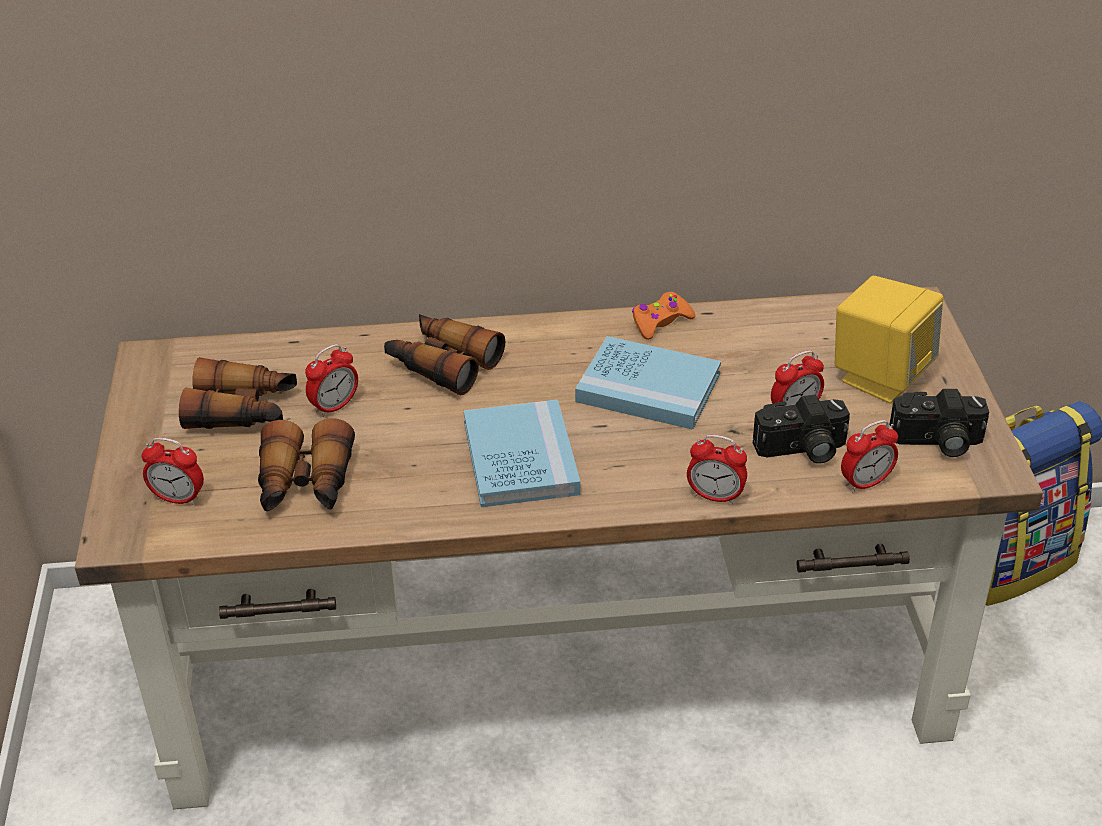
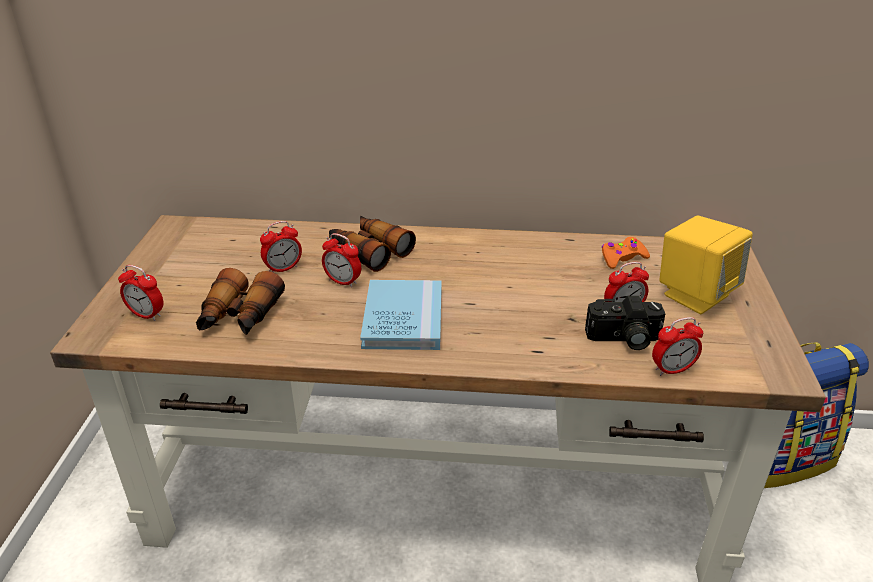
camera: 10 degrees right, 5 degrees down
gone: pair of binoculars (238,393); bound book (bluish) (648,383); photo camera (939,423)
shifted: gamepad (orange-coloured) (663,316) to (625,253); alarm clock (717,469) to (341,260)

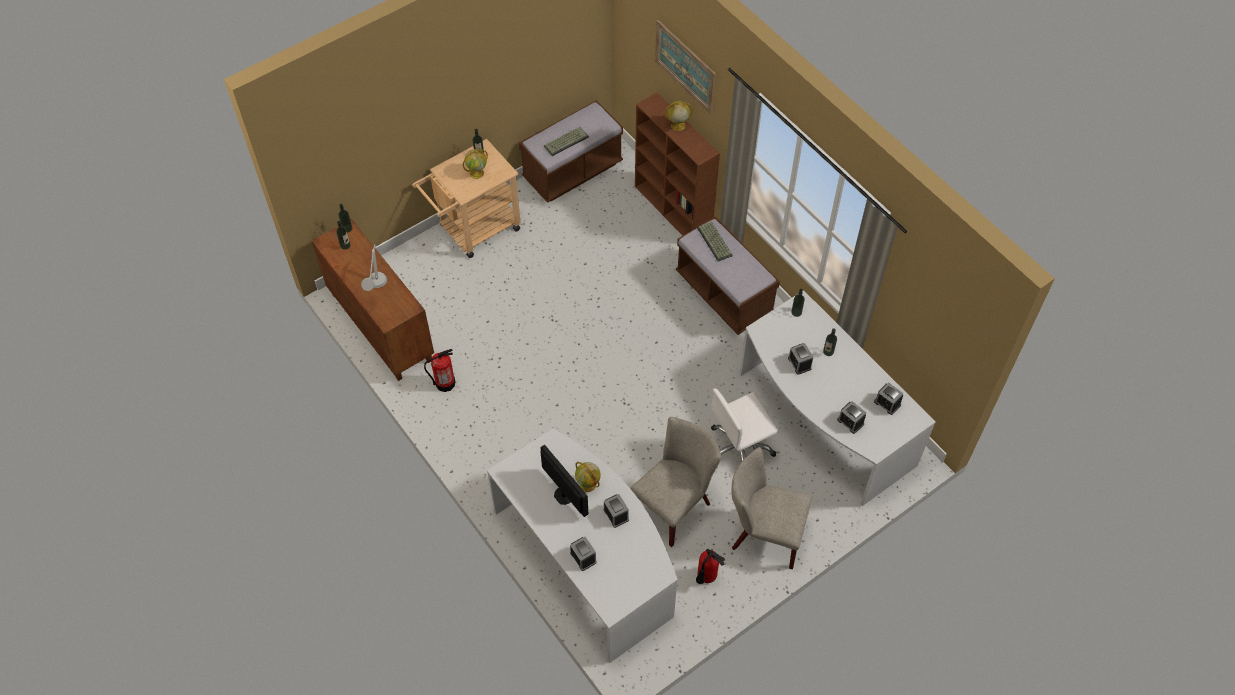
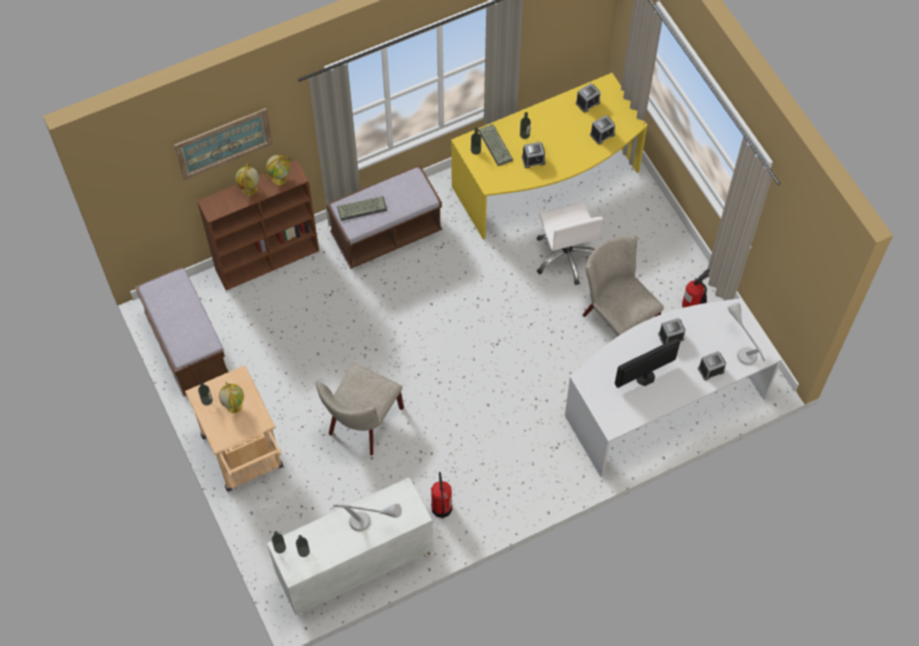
camera: 80 degrees left, 5 degrees up
new: tabletop lamp (gray) (746,334)
shifted: computer keyboard (566,141) to (495,145); globe (588,477) to (278,170); plain chair (beige-coloured) (772,508) to (360,409)
repainted: storage cabinet (brown-coloured) (373,300) to storage cabinet (whitish) (350,547); desk (whitish) (837,398) to desk (yellow-coloured) (549,156)

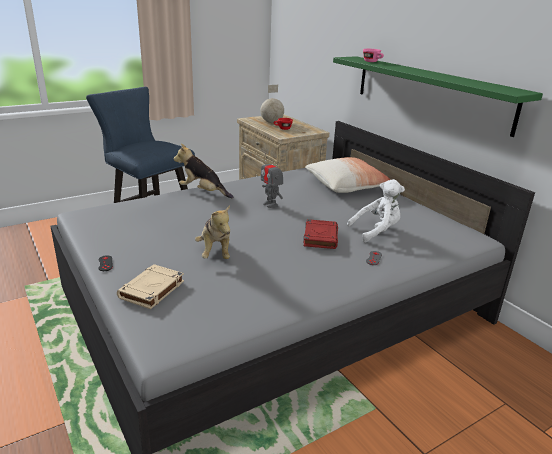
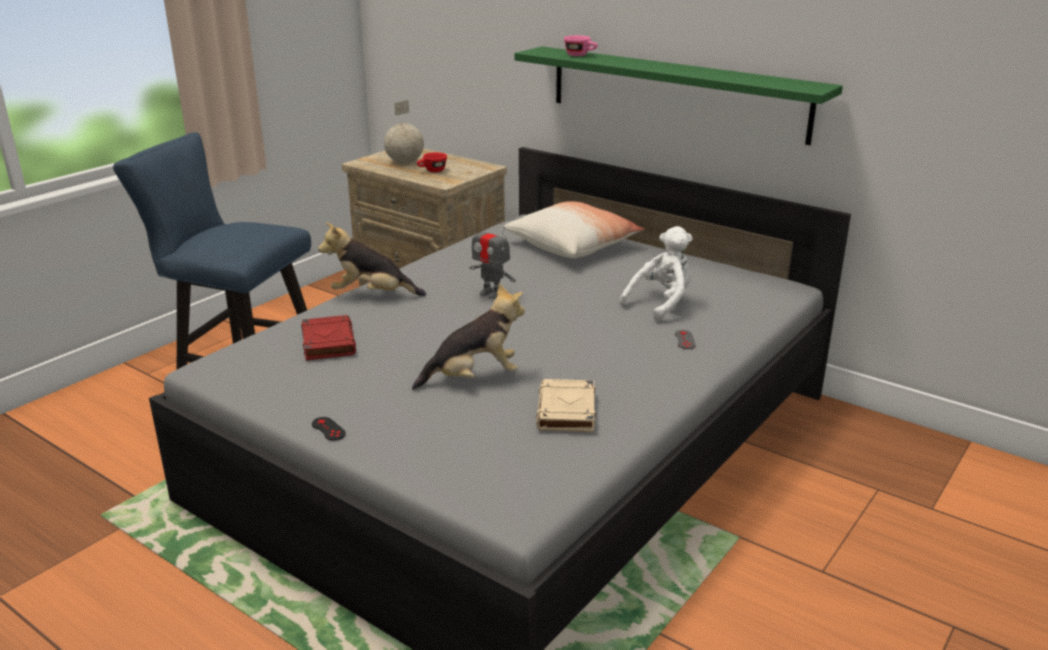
camera: 20 degrees left, 0 degrees up
shifted: bound book (beige-coloured) (150,286) to (565,405); bound book (reddish) (321,234) to (328,337)
rotated: cuddly toy (212,232) = (468,336) 75 degrees counterclockwise

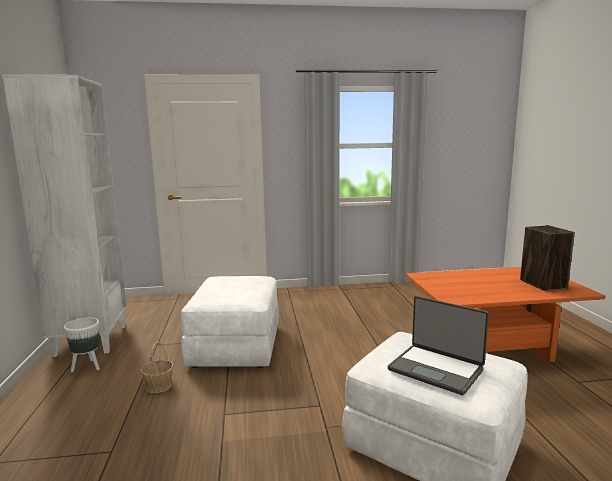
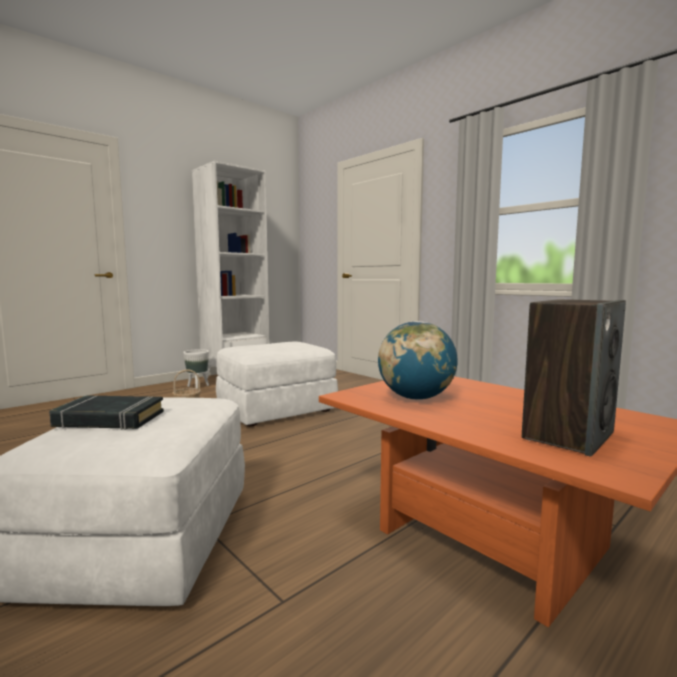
camera: 55 degrees right, 5 degrees down
new: globe (418,360)
swapped: laptop (438,345) to bound book (blackish) (106,412)

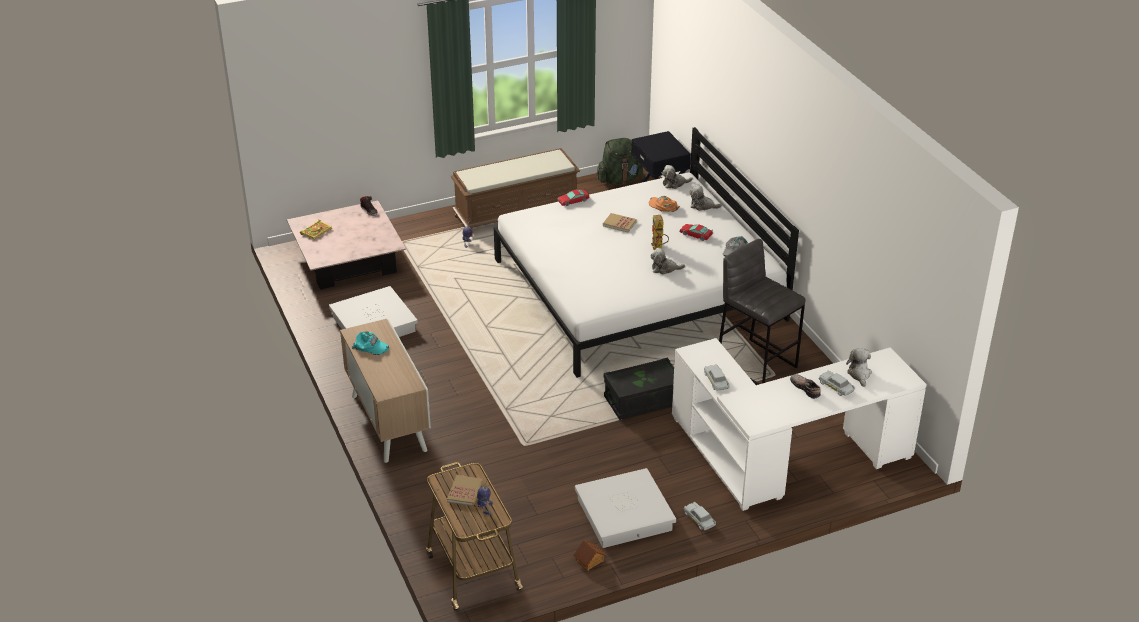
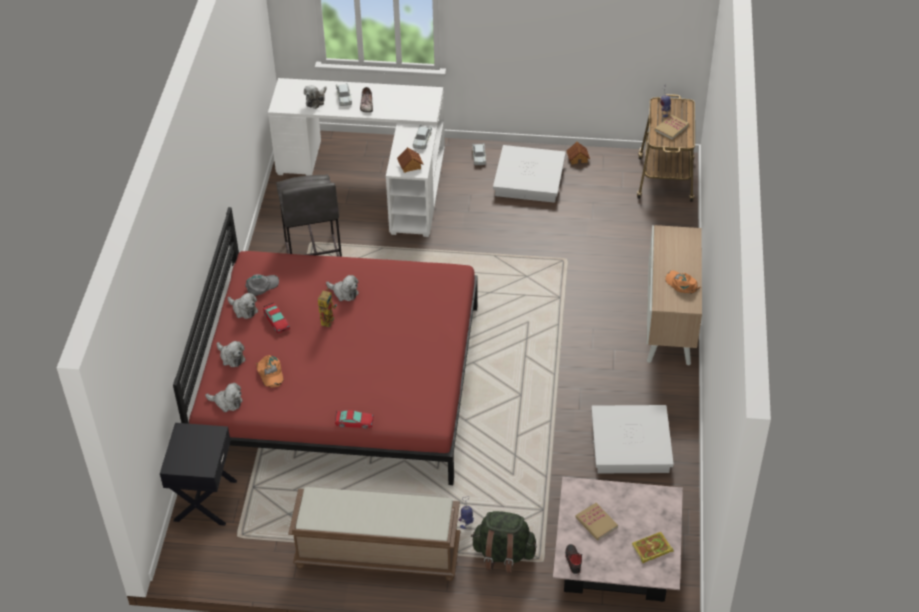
camera: 150 degrees left, 10 degrees up
gone: storage bin (blackish) (639,389)
new: cuddly toy (243,306); miniature house (410,160)
shifted: rucksack (green-coloured) (620,161) to (504,542); bound book (620,222) to (596,521)
repainted: cap (turquoise-coloured) (370,343) to cap (orange-coloured) (682,282); bed (whitish) (646,252) to bed (reddish) (325,346)

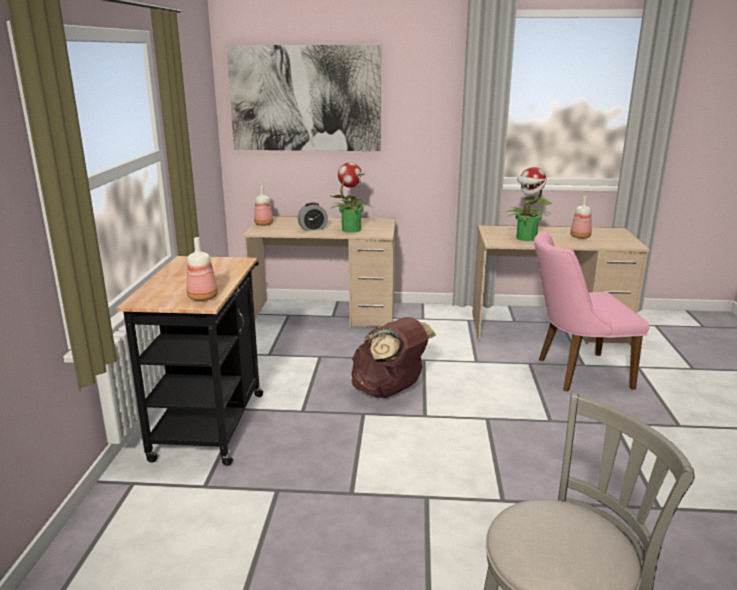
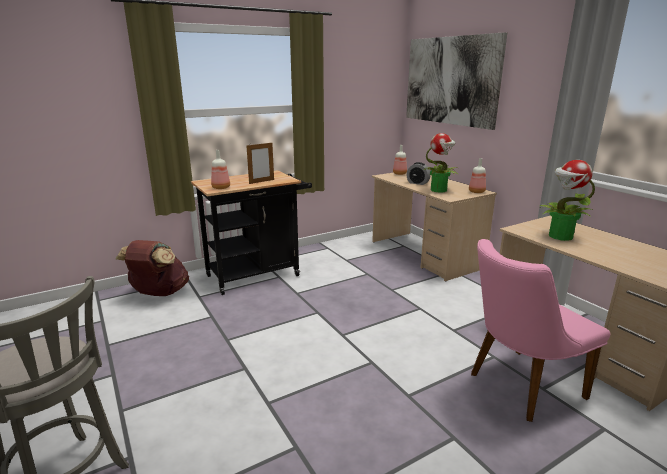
camera: 55 degrees right, 0 degrees up
new: picture frame (260,163)
shifted: rucksack (brown-coloured) (394,357) to (152,268); bottle (581,217) to (477,175)
rotated: plain chair (pink-coloured) (592,312) = (541,330) 75 degrees counterclockwise

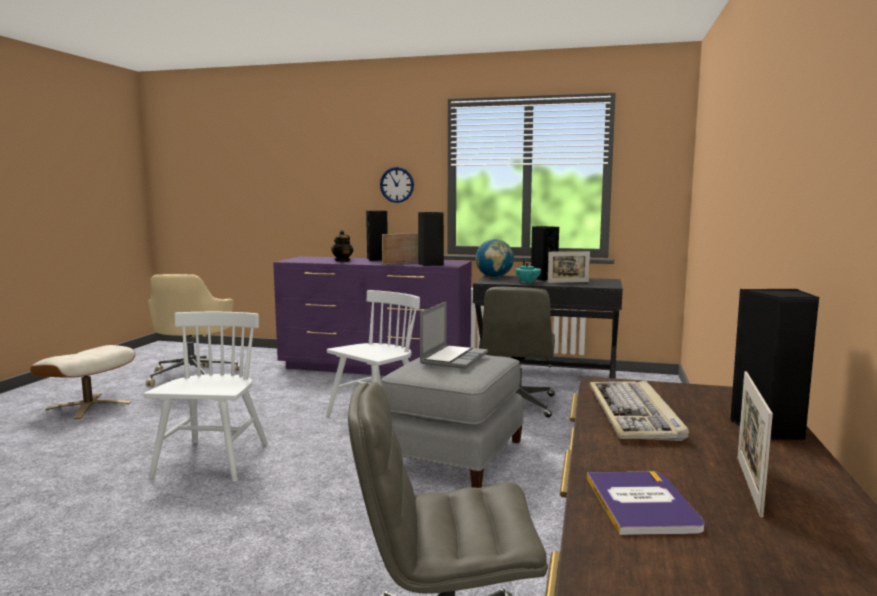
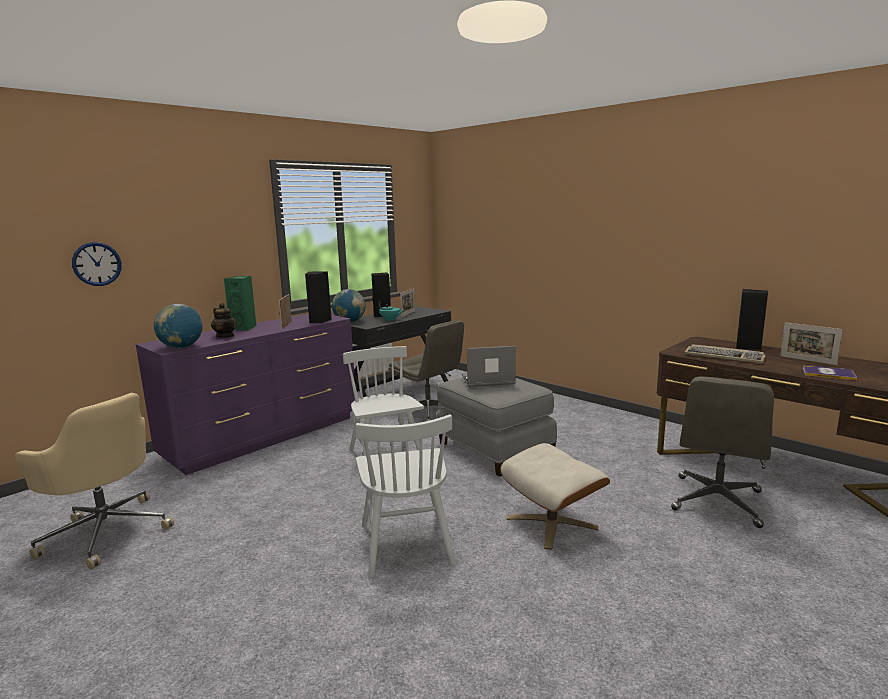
camera: 60 degrees left, 5 degrees up
new: globe (178,326)
shifted: pouffe (beige-coloured) (82,382) to (555,496); clock on the wall (397,185) to (97,264)
repainted: audio speaker (blackish) (377,236) to audio speaker (green-coloured) (240,303)
rotated: plain chair (whitish) (206,397) = (406,496) 135 degrees counterclockwise; laptop (454,335) = (489,366) 60 degrees counterclockwise

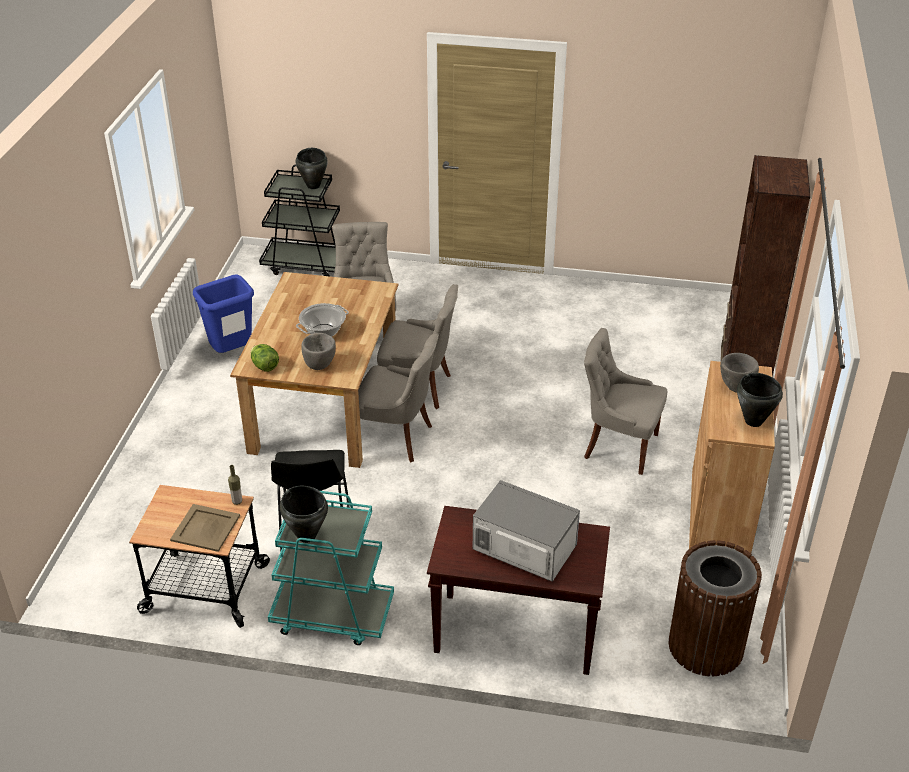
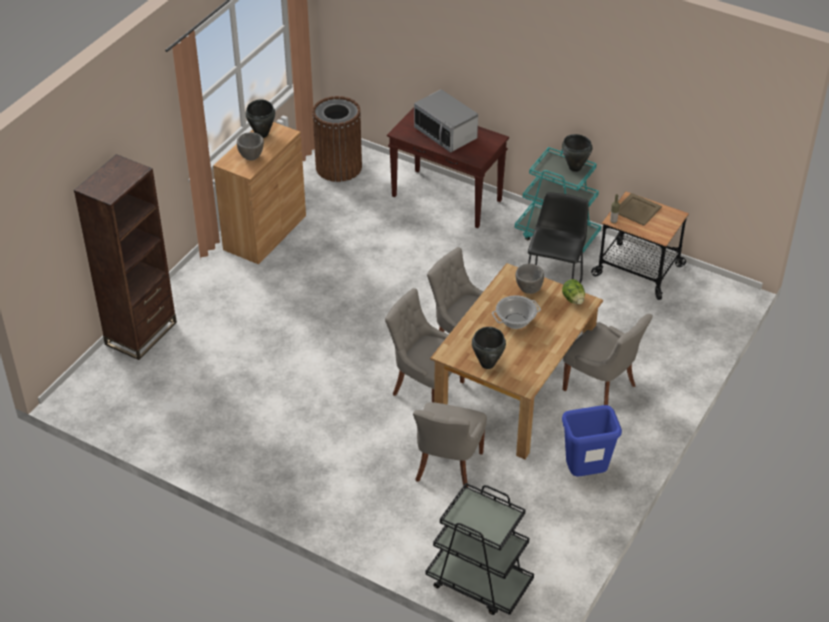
camera: 160 degrees left, 5 degrees up
shifted: stockpot (blackish) (311,168) to (489,348); plain chair (gray) (625,401) to (608,359)

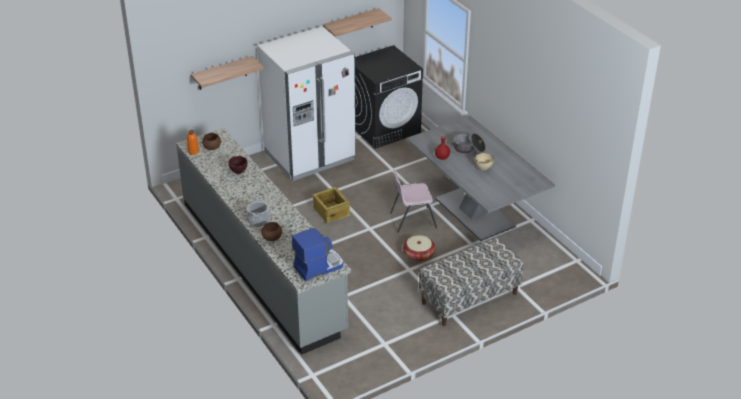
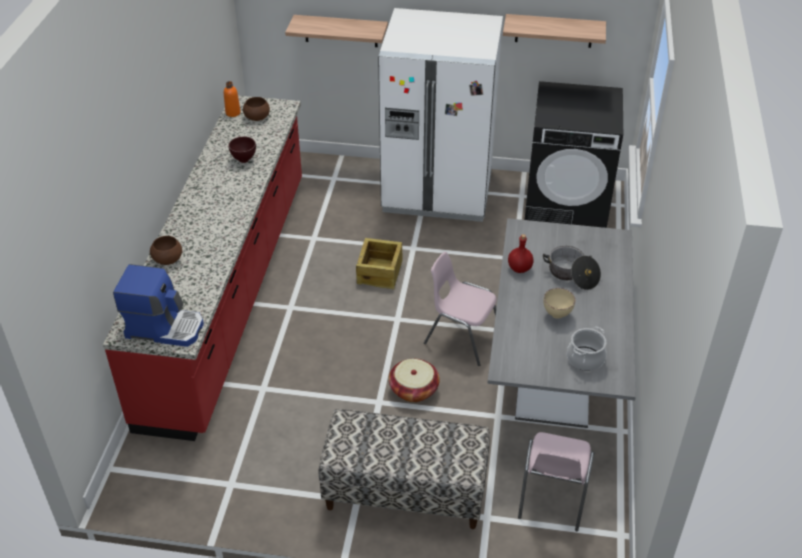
camera: 40 degrees right, 5 degrees up
new: plain chair (pink-coloured) (556,481)
shifted: stockpot (258,212) to (586,349)
repainted: kitchen base unit (gray) (263,241) to kitchen base unit (reddish) (202,268)

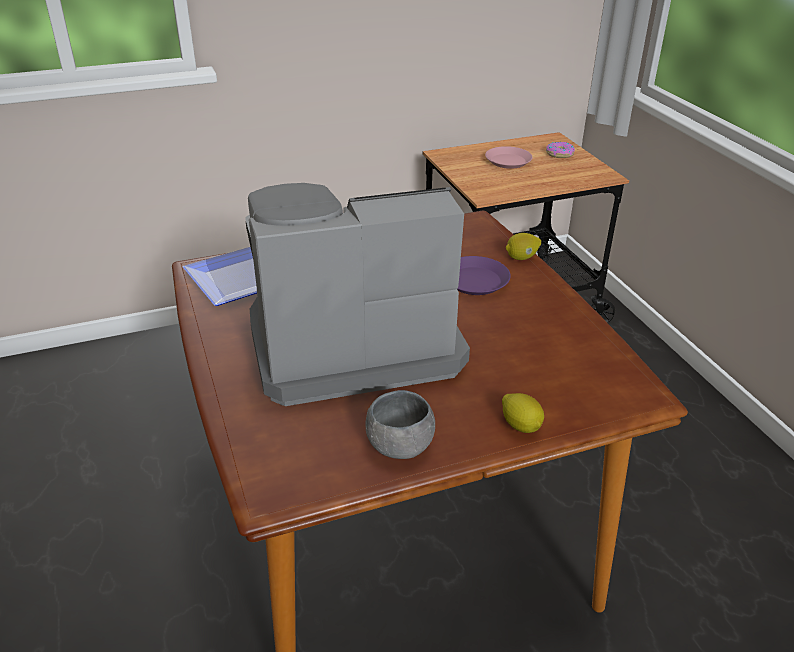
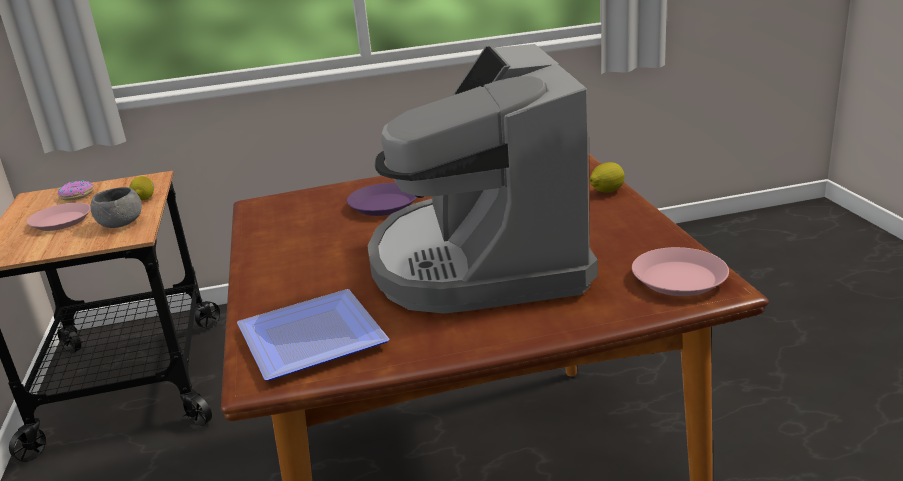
camera: 80 degrees left, 10 degrees down
new: flat dish (pink-coloured) (680,271)
shifted: serving bowl (gray) (400,424) to (116,207); whole lemon (523,246) to (141,188)

